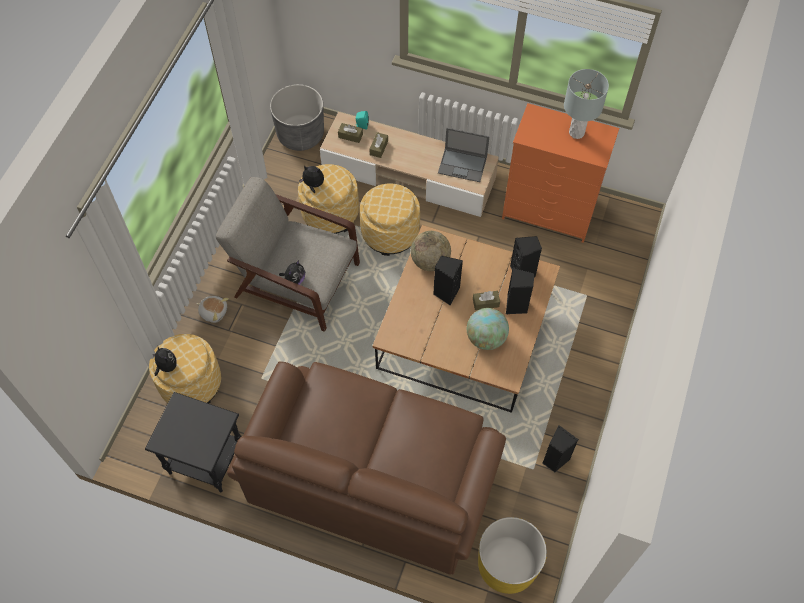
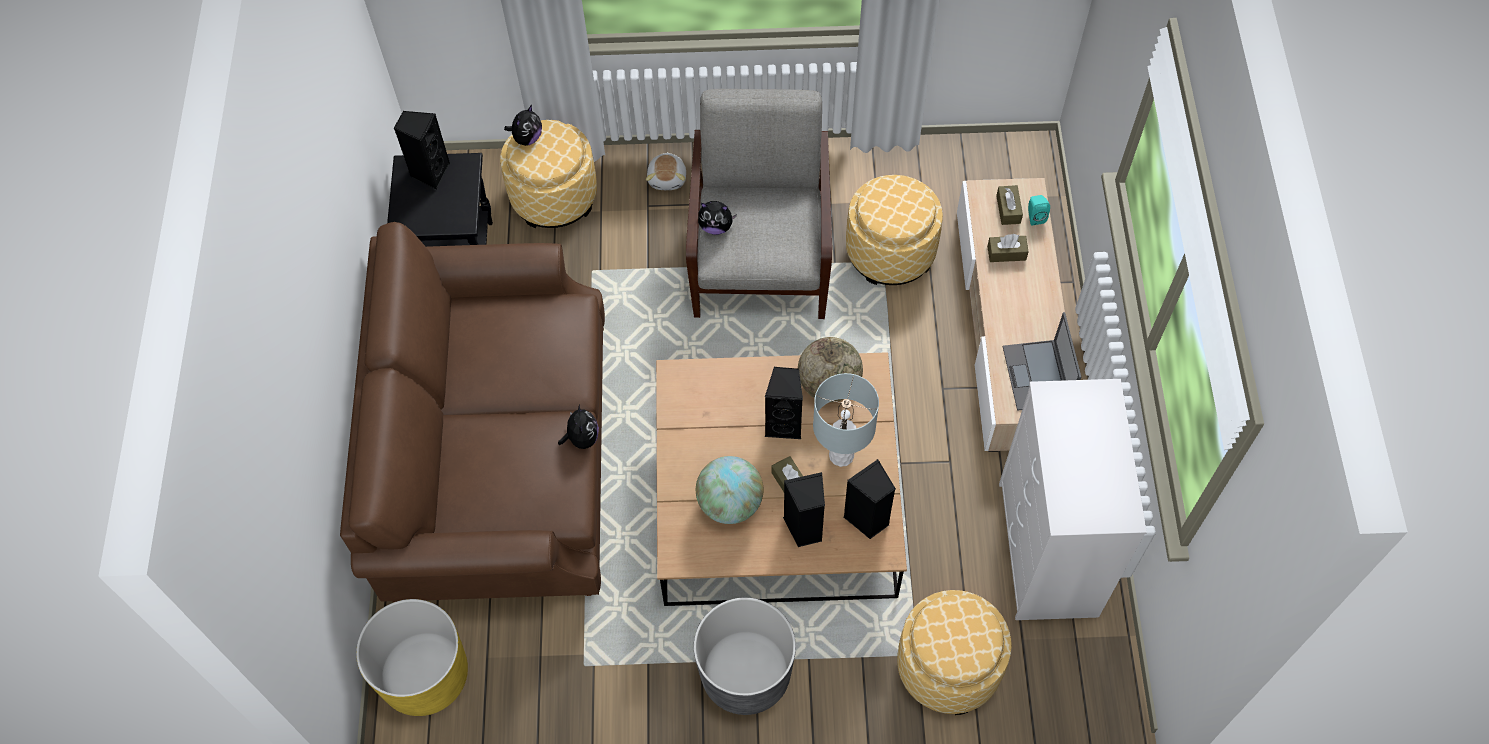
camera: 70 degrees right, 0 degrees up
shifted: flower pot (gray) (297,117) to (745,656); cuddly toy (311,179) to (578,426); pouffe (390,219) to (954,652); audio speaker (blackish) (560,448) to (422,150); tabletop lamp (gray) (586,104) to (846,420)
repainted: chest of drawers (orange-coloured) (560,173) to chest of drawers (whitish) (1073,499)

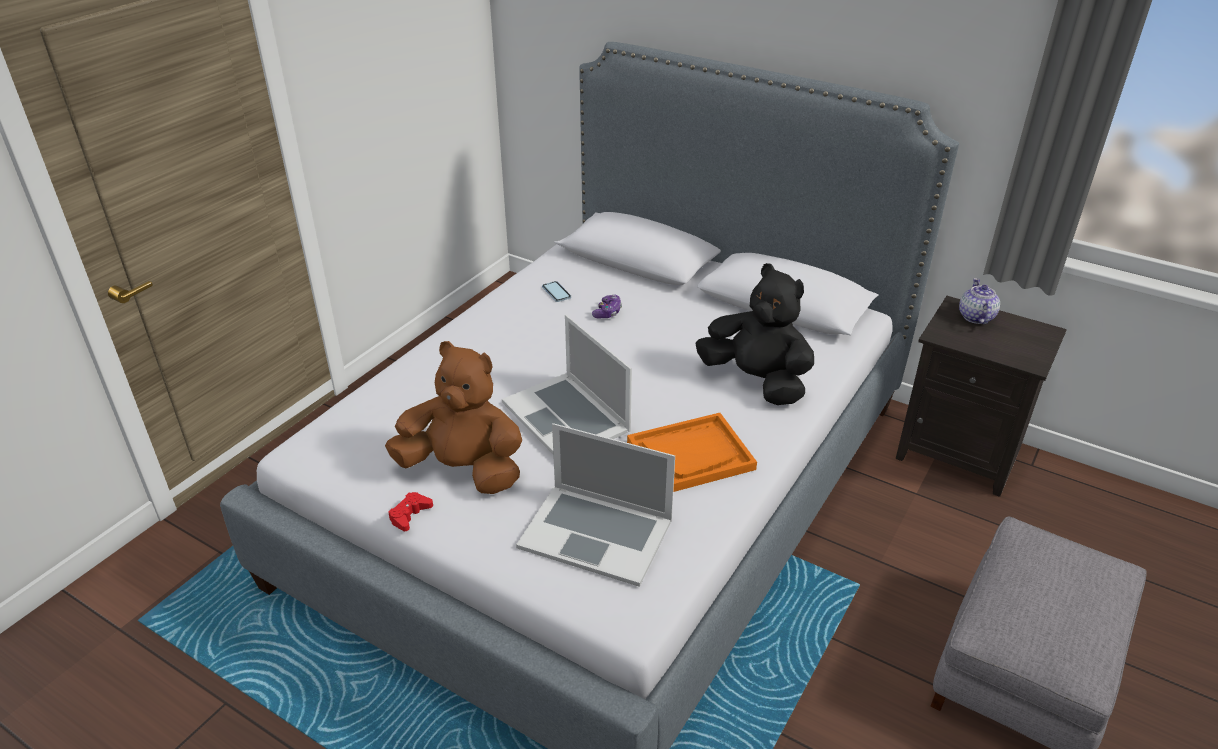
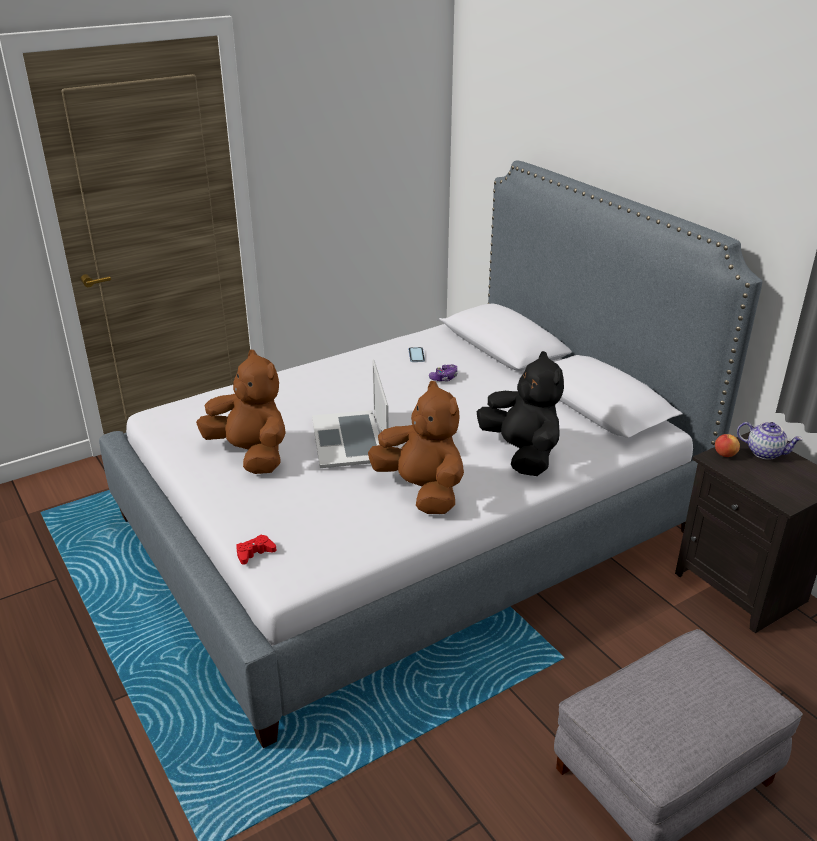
camera: 25 degrees right, 5 degrees down
gone: laptop (595,505)
new: apple (727,445)
shifted: gamepad (reddish) (410,511) to (256,549)
swapped: carrying tray (orange-coloured) (692,452) to cuddly toy (brown-coloured) (416,447)
rotated: teapot (979,301) = (770,441) 90 degrees clockwise

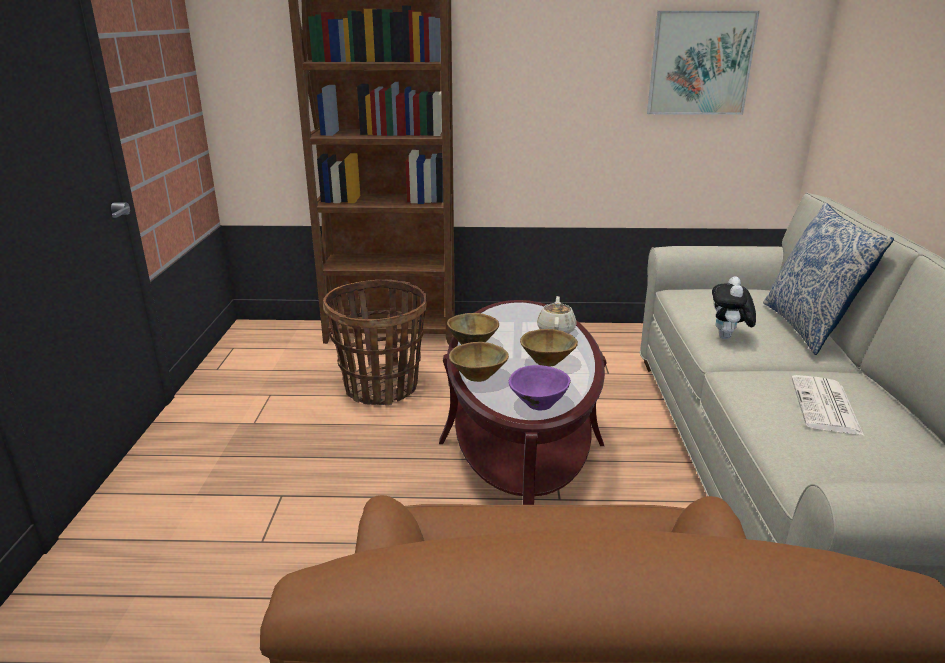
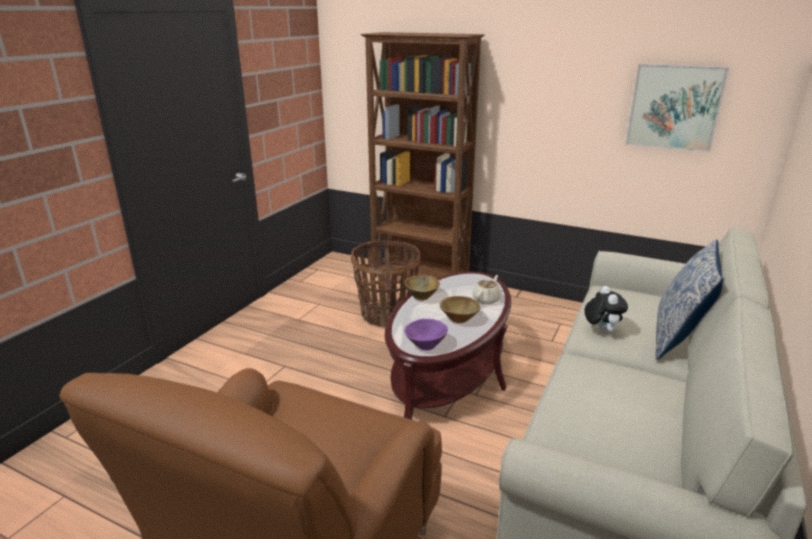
camera: 25 degrees right, 0 degrees up
gone: serving bowl (brown-coloured) (479,362); printed paper (827,405)
rotated: cuddly toy (734,307) = (606,310) 135 degrees clockwise

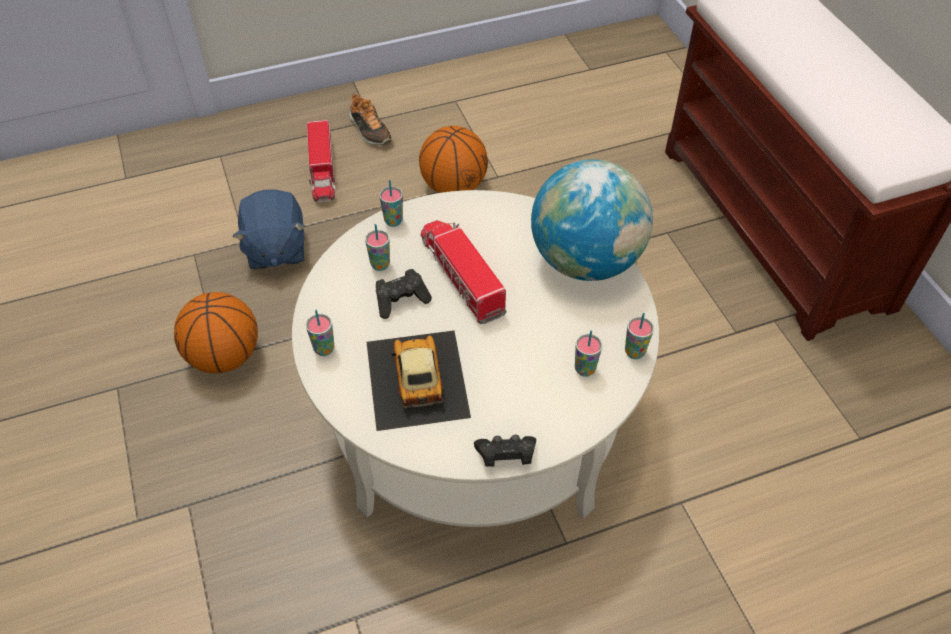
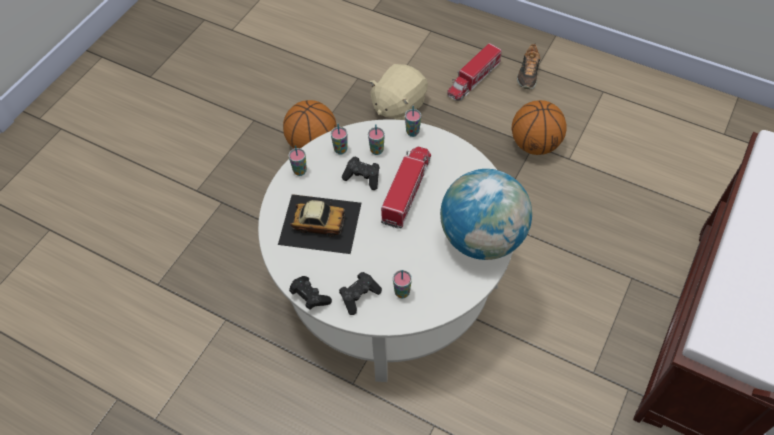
camera: 50 degrees right, 5 degrees up
new: gamepad (blackish) (360,293)
shifted: cup (639,336) to (339,139)
repainted: cuddly toy (bluish) (269,230) to cuddly toy (beige-coloured) (398,92)
rotated: model car (419,381) = (319,224) 60 degrees clockwise

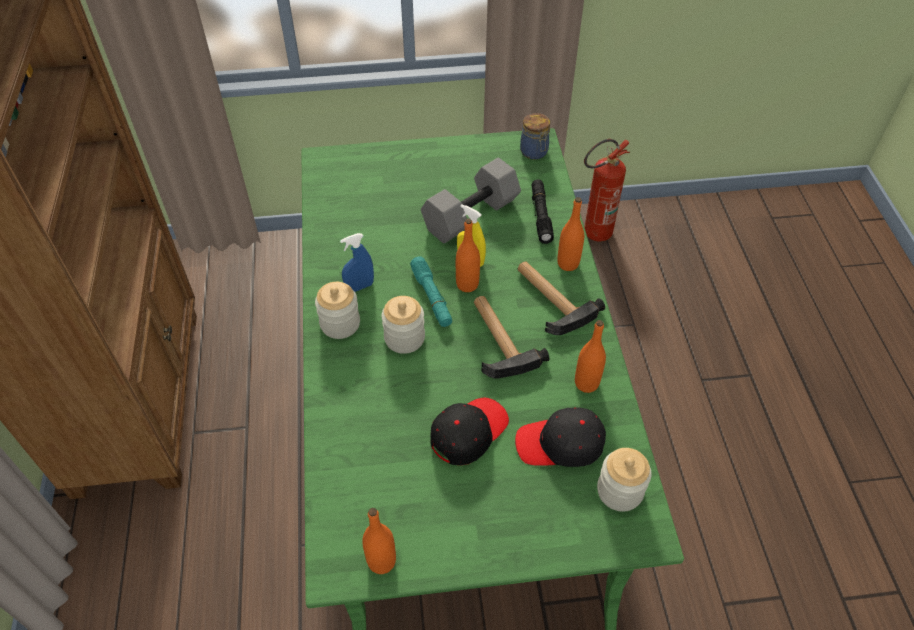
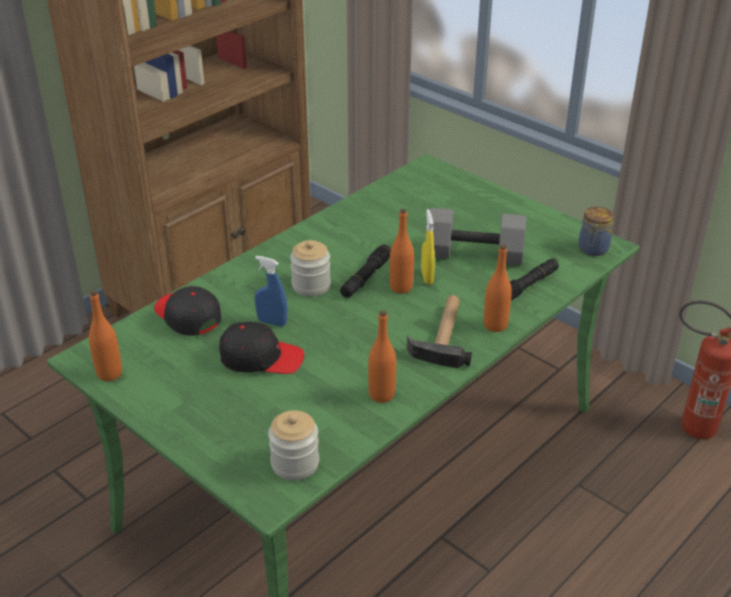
camera: 50 degrees right, 15 degrees down
gone: jar (337,310); hand hammer (511,337)
shifted: spray bottle (bluish) (357,262) to (271,291); cap (blackish) (560,437) to (187,311)
repainted: hand torch (turquoise-coloured) (431,291) to hand torch (blackish) (365,271)

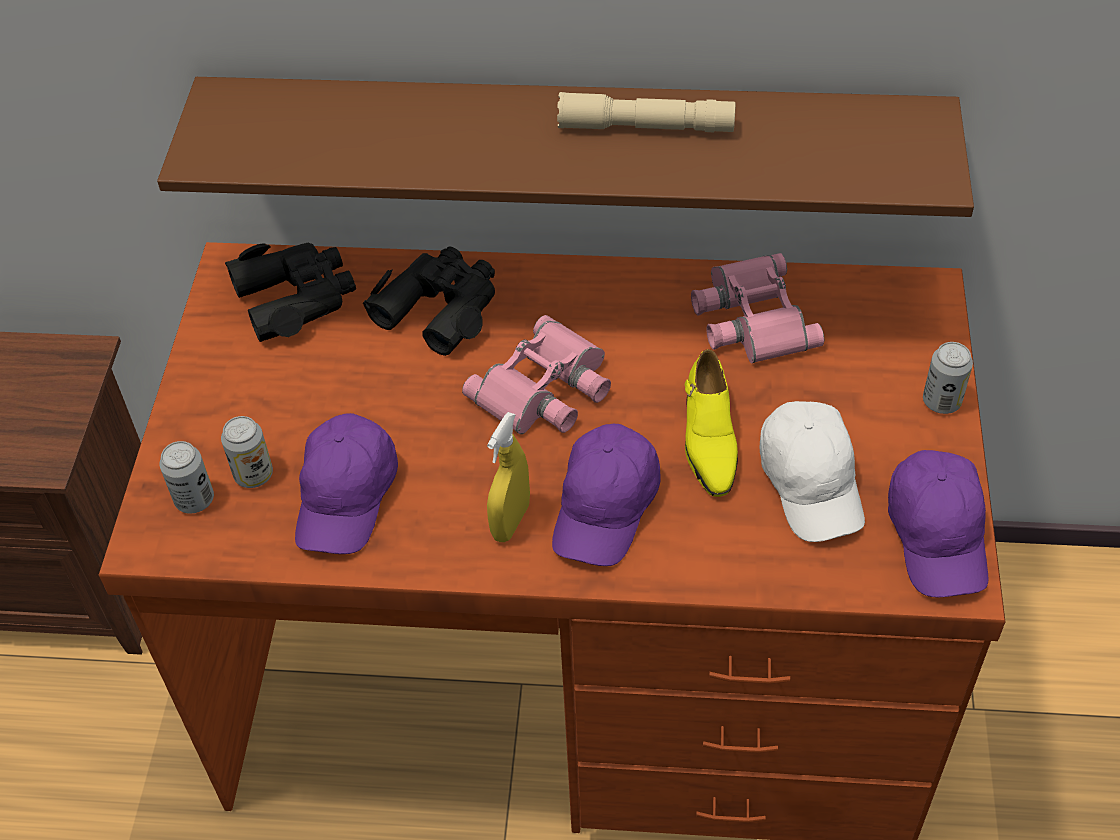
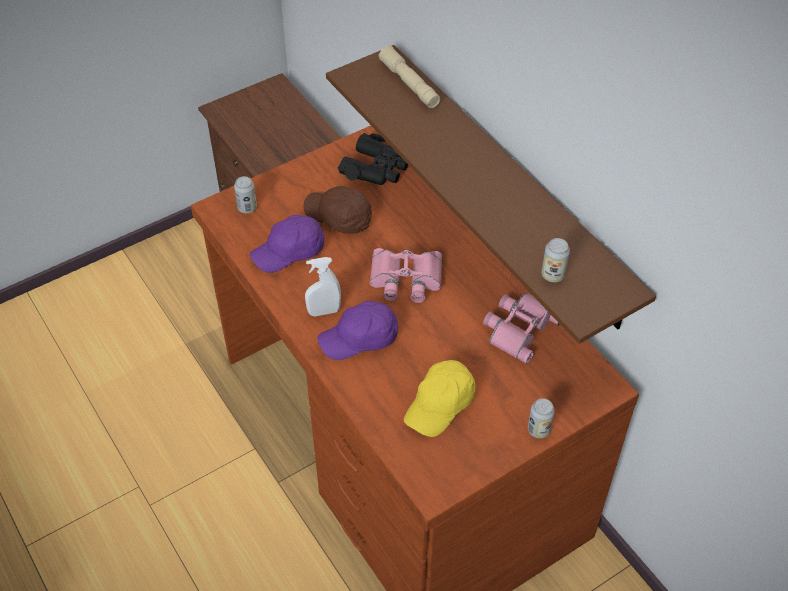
camera: 50 degrees right, 0 degrees up
gone: pair of binoculars (blackish) (429,301); shoe (yellow-coloured) (711,423); cap (purple) (938,523)
new: cap (brown-coloured) (337,210)
shifted: sealed can (247,452) to (556,260); hand torch (beige-coloured) (646,112) to (410,76)
repainted: spray bottle (yellow-coloured) (508,477) to spray bottle (whitish) (323,286); cap (whitish) (812,471) to cap (yellow-coloured) (440,398)

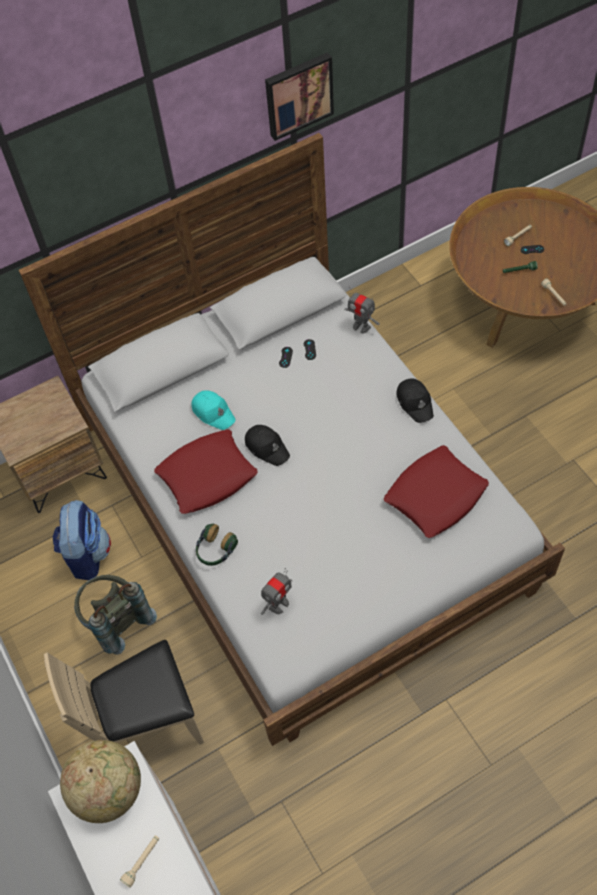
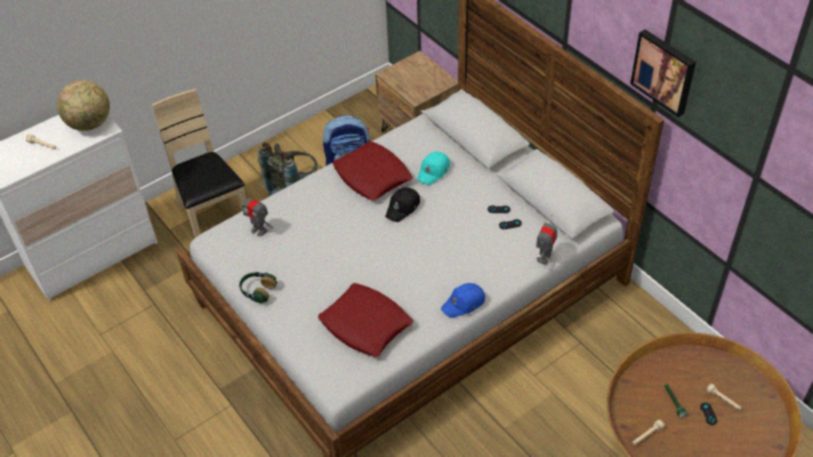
camera: 80 degrees right, 10 degrees down
shifted: headset (217,545) to (258,287)
repainted: cap (blackish) (415,400) to cap (bluish) (463,300)

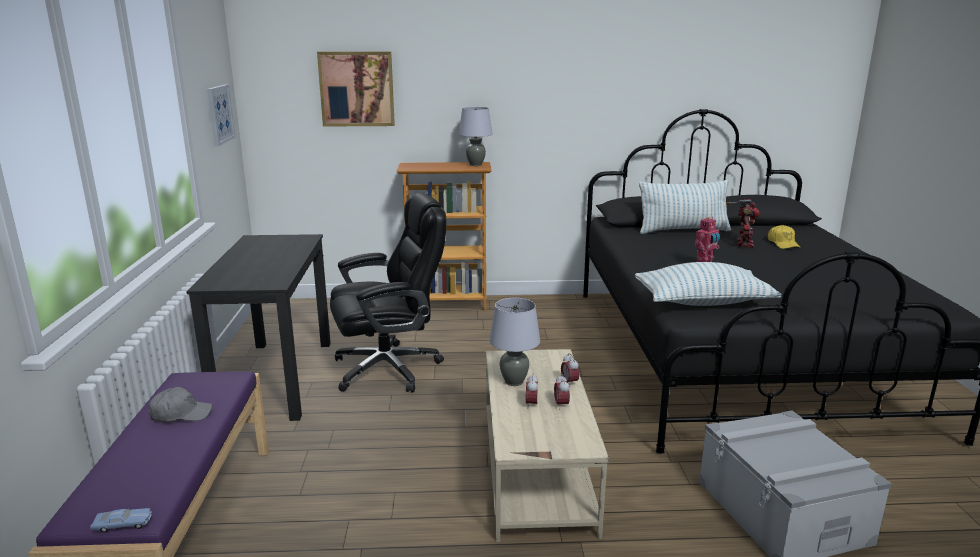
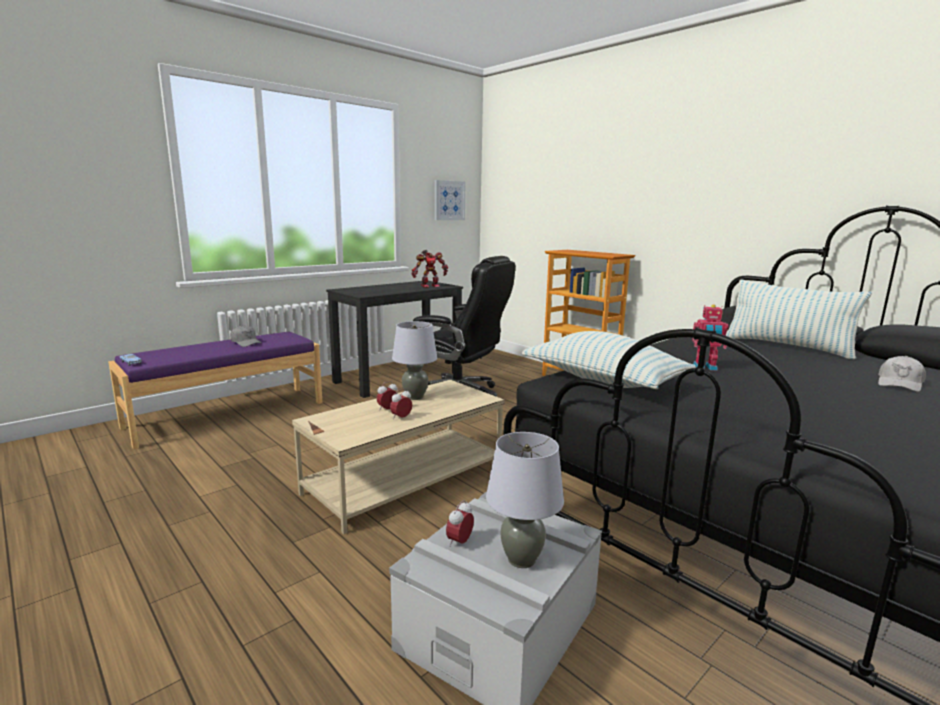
camera: 50 degrees right, 5 degrees down
gone: wall art (356,89)
shifted: tabletop lamp (gray) (475,136) to (525,500); alarm clock (570,368) to (460,523); model robot (743,223) to (430,269)
repainted: cap (yellow-coloured) (784,237) to cap (whitish) (902,374)

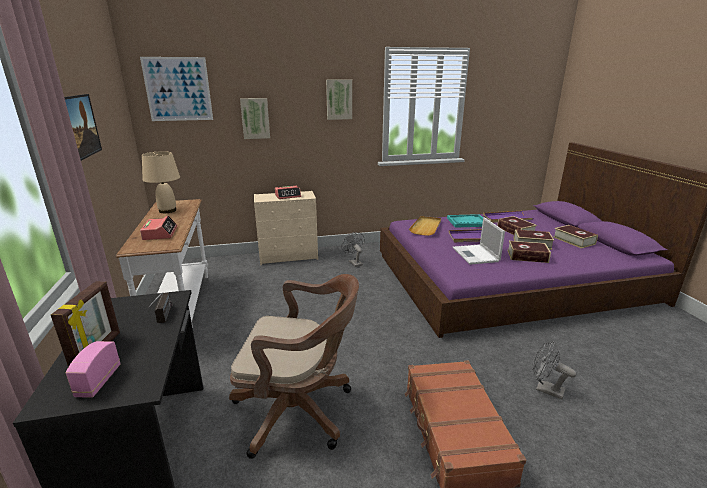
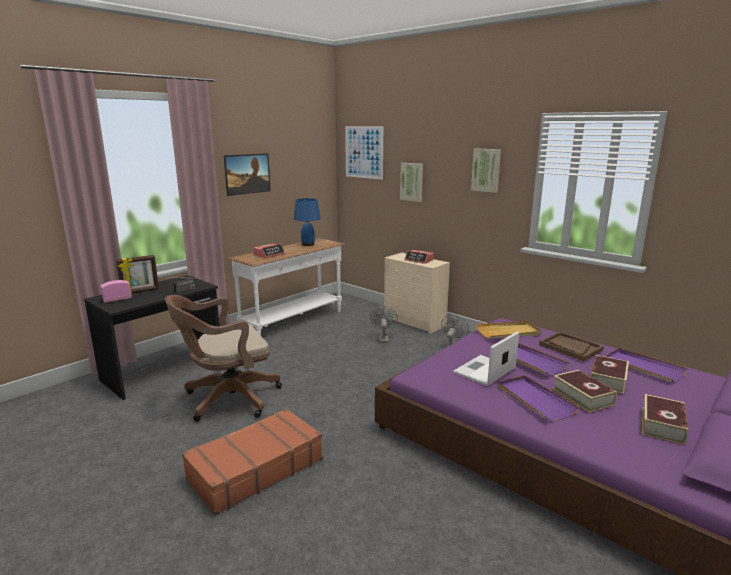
camera: 55 degrees right, 5 degrees down
shifted: fan (gray) (554,370) to (383,324)
swapped: bound book (529,252) to carrying tray (purple) (538,398)
repainted: tabletop lamp (beige-coloured) (161,182) to tabletop lamp (bluish) (307,222); carrying tray (turquoise-coloured) (465,221) to carrying tray (brown-coloured) (571,346)
rotated: desk chair (brown-coloured) (294,366) = (223,358) 90 degrees clockwise

